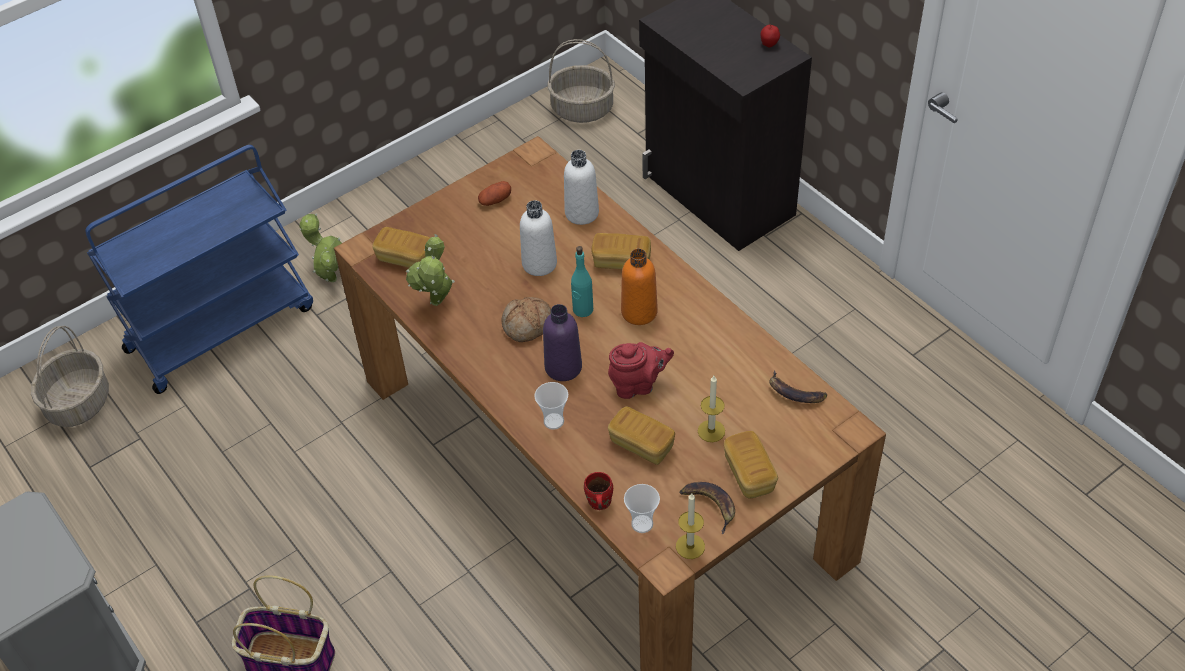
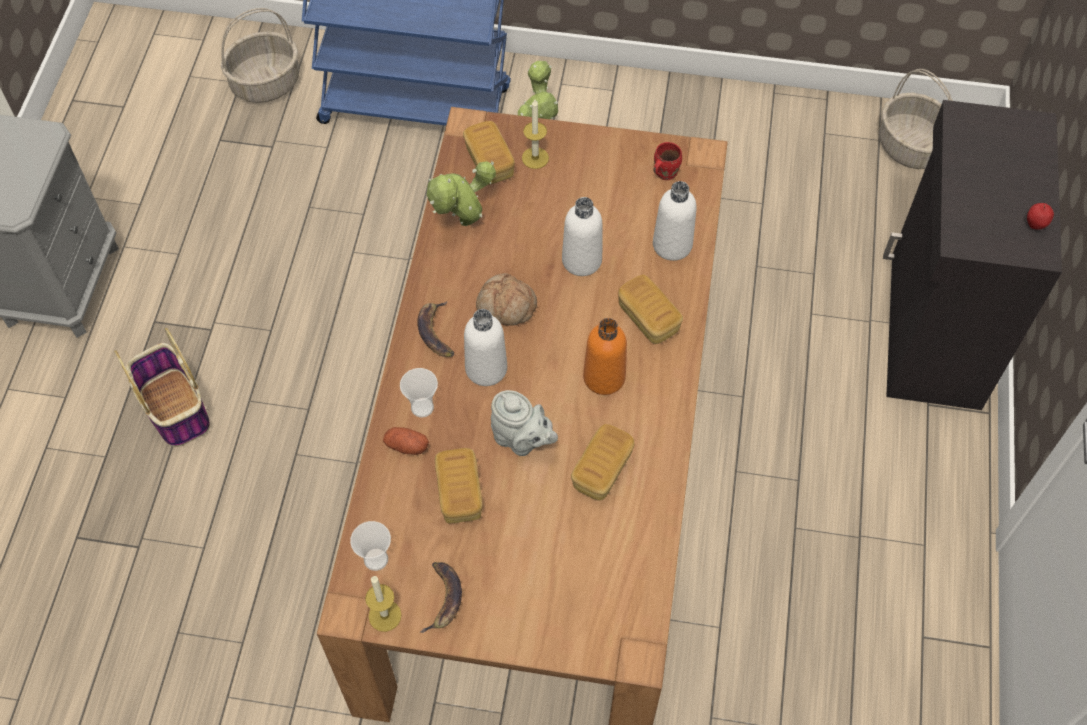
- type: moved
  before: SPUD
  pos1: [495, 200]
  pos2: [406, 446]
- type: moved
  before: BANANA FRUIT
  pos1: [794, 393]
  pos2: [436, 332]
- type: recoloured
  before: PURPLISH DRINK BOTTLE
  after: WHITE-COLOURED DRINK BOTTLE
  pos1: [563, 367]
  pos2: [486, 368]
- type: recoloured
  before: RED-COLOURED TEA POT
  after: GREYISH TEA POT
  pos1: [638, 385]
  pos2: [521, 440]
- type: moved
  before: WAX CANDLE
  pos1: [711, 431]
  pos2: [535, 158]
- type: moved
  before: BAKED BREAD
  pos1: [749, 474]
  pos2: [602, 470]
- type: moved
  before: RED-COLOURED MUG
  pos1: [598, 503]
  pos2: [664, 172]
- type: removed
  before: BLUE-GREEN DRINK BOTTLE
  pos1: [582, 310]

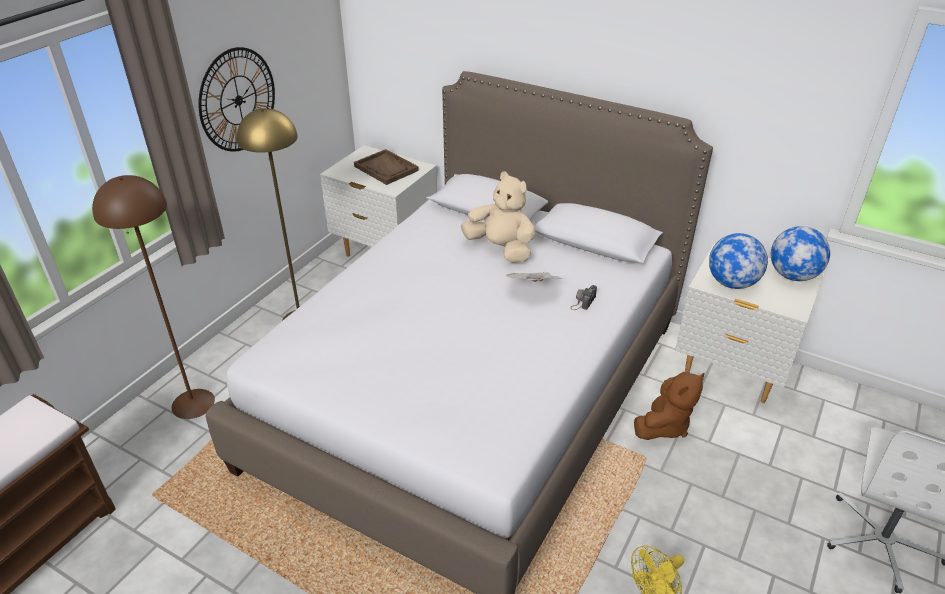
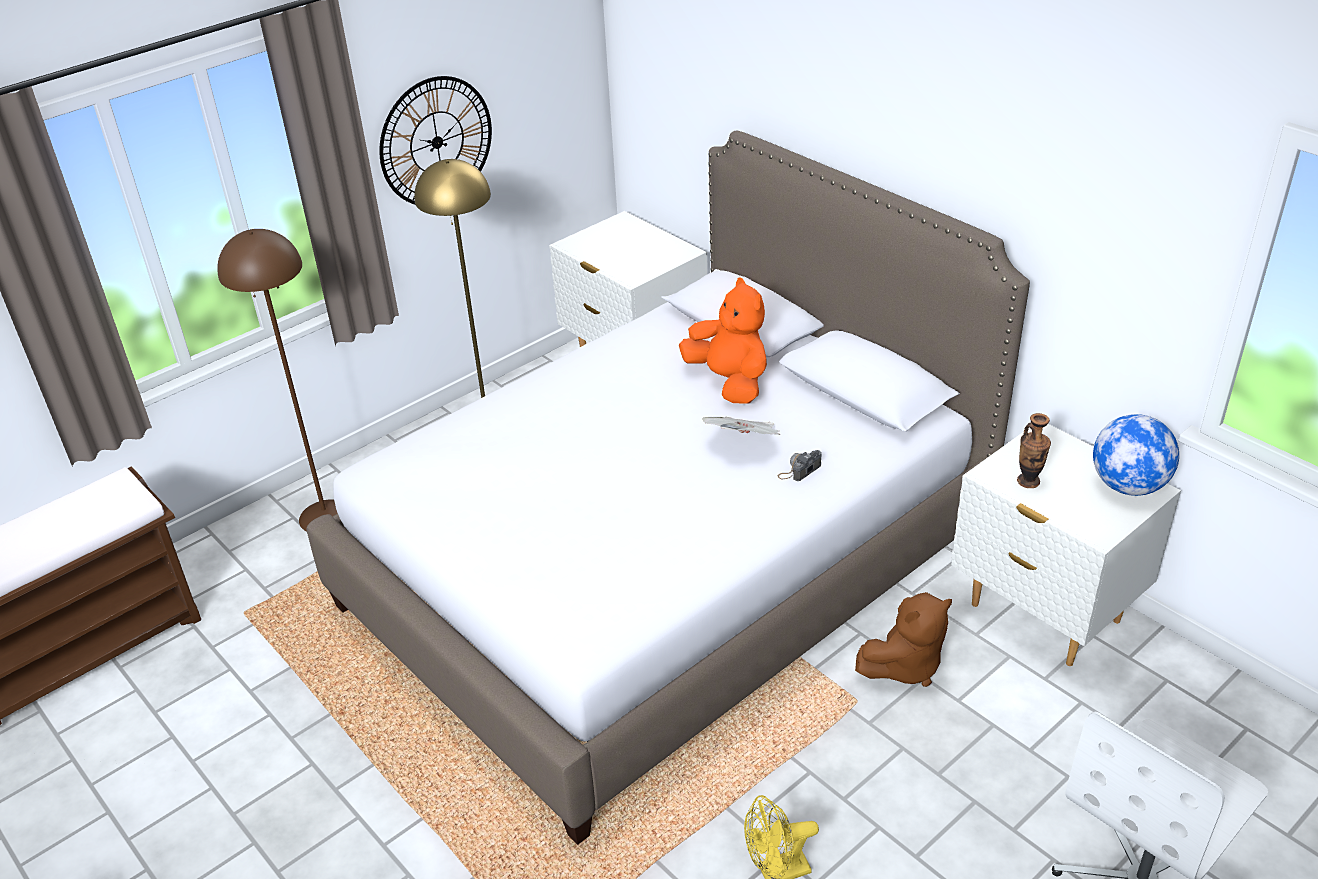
- type: recoloured
  before: BEIGE-COLOURED CUDDLY TOY
  after: ORANGE CUDDLY TOY
  pos1: [501, 249]
  pos2: [729, 382]
- type: replaced
  before: WORLD GLOBE
  after: DECORATIVE VASE
  pos1: [732, 283]
  pos2: [1028, 481]
- type: removed
  before: BROWN SERVING TRAY
  pos1: [386, 168]

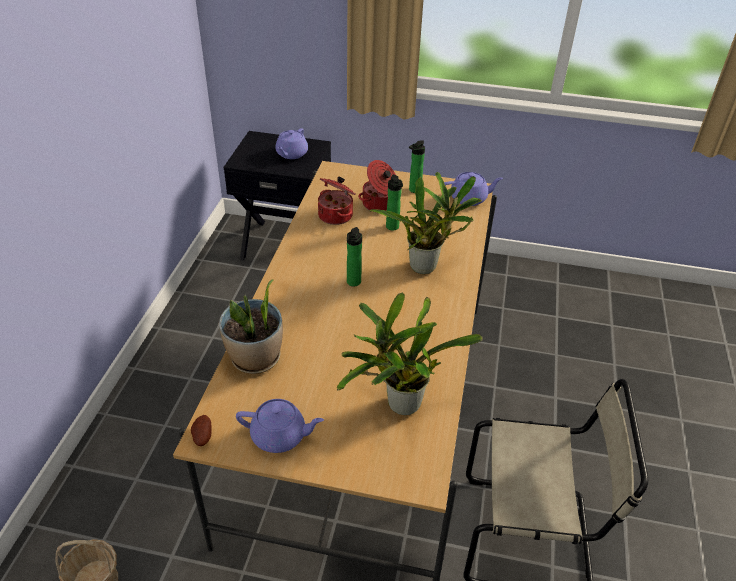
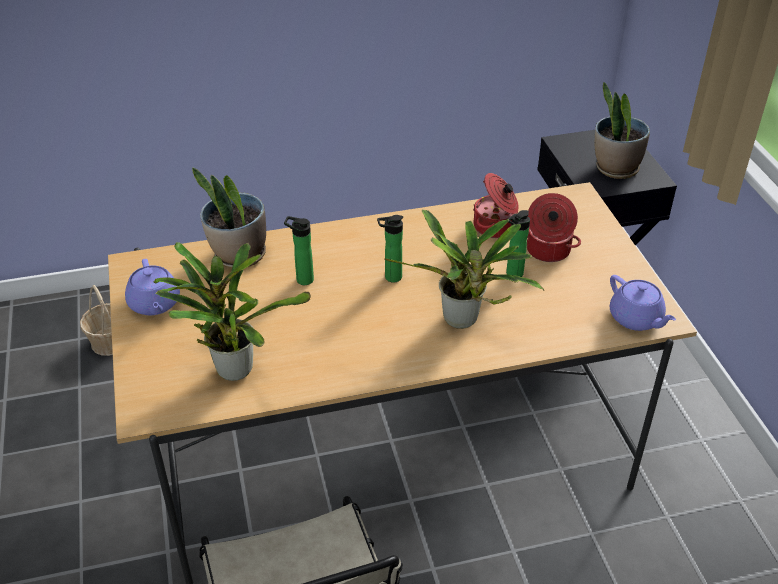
- type: moved
  before: DRINK BOTTLE
  pos1: [413, 190]
  pos2: [302, 279]
- type: replaced
  before: PURPLISH TEA POT
  after: HOUSEPLANT
  pos1: [291, 154]
  pos2: [615, 168]
- type: removed
  before: SPUD
  pos1: [202, 436]

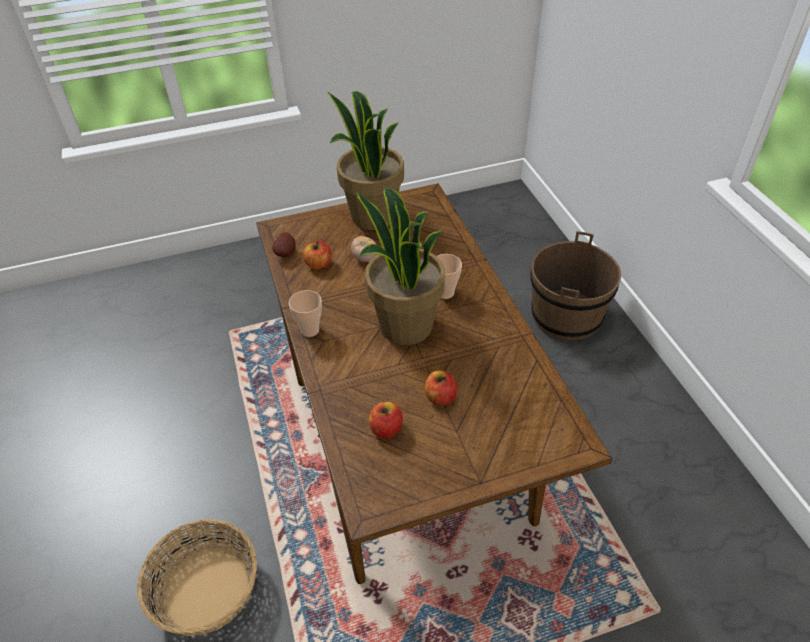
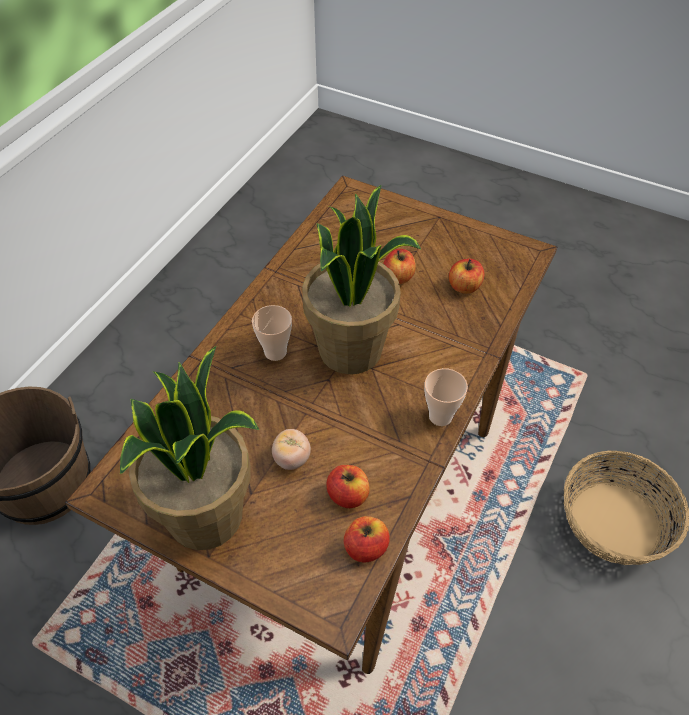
- type: replaced
  before: SPUD
  after: APPLE
  pos1: [287, 253]
  pos2: [365, 547]

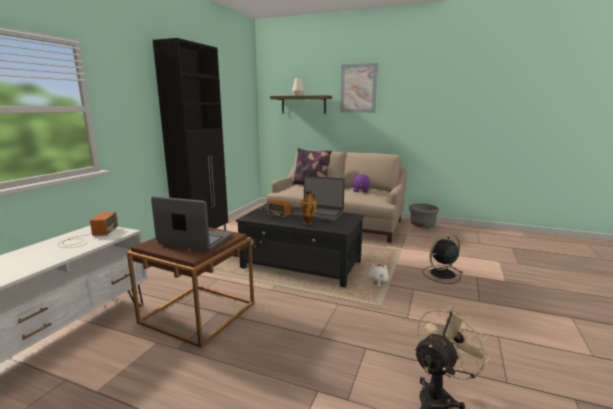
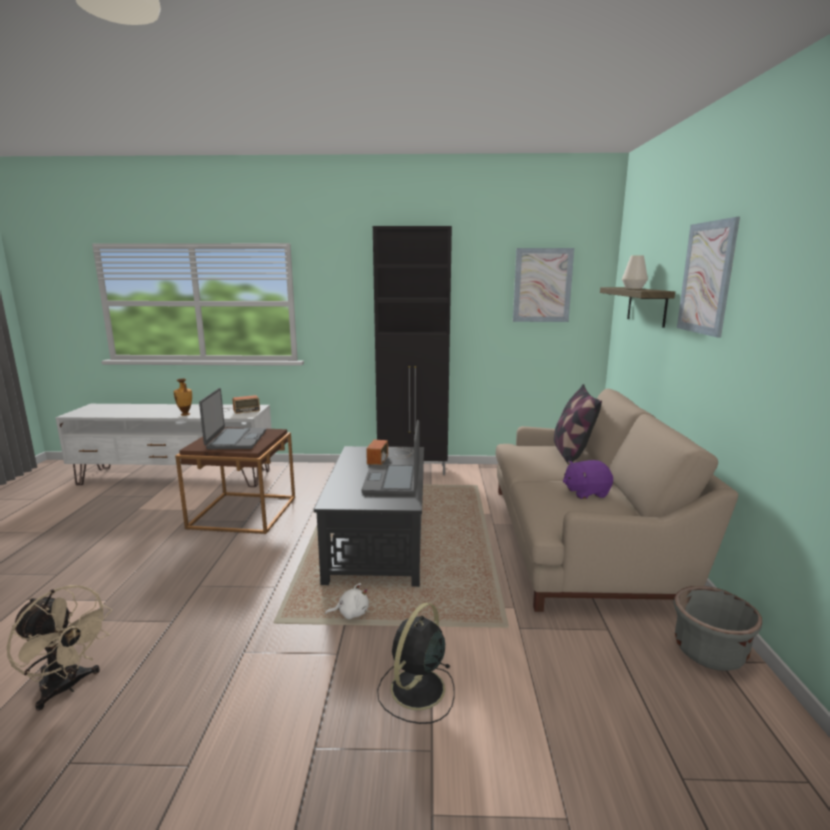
- type: moved
  before: DECORATIVE VASE
  pos1: [308, 223]
  pos2: [185, 414]
- type: turned
  before: BLACKISH FAN
  pos1: [441, 274]
  pos2: [416, 690]
  turn: -105
- type: added
  after: WALL PICTURE
  pos2: [542, 285]

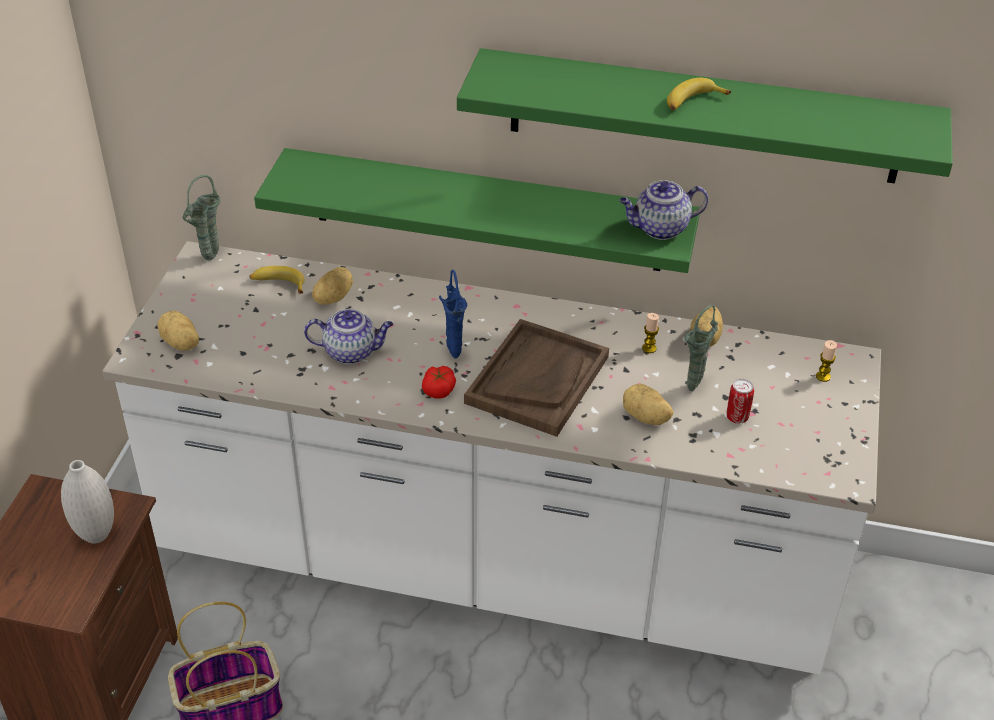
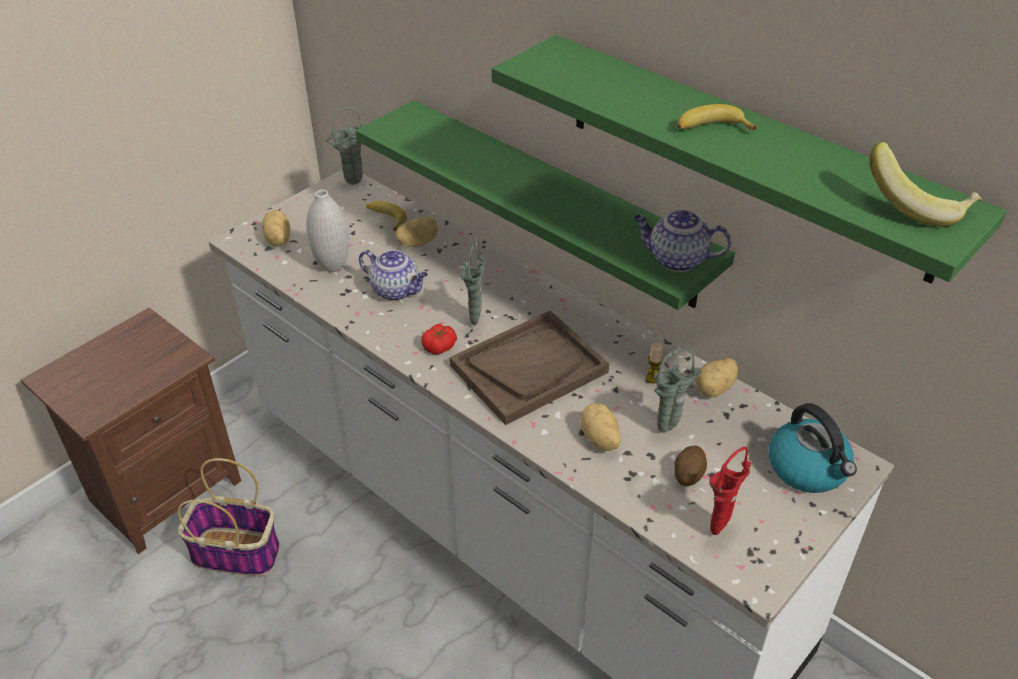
- type: moved
  before: WHITE-COLOURED DECORATIVE VASE
  pos1: [96, 535]
  pos2: [333, 266]
- type: recoloured
  before: BLUISH DECORATIVE VASE
  after: GREEN DECORATIVE VASE
  pos1: [452, 353]
  pos2: [476, 320]
- type: replaced
  before: METAL CAN
  after: SPUD
  pos1: [737, 417]
  pos2: [688, 474]
- type: added
  after: RED-COLOURED DECORATIVE VASE
  pos2: [719, 528]
- type: replaced
  before: WAX CANDLE
  after: KETTLE
  pos1: [823, 376]
  pos2: [808, 468]
- type: added
  after: BANANA FRUIT
  pos2: [917, 206]

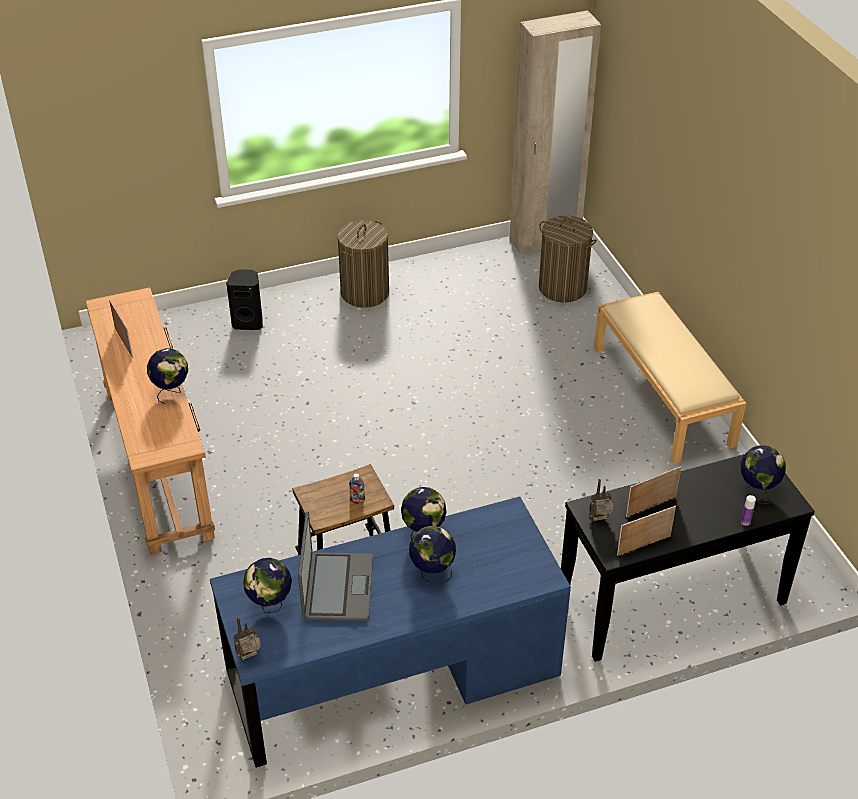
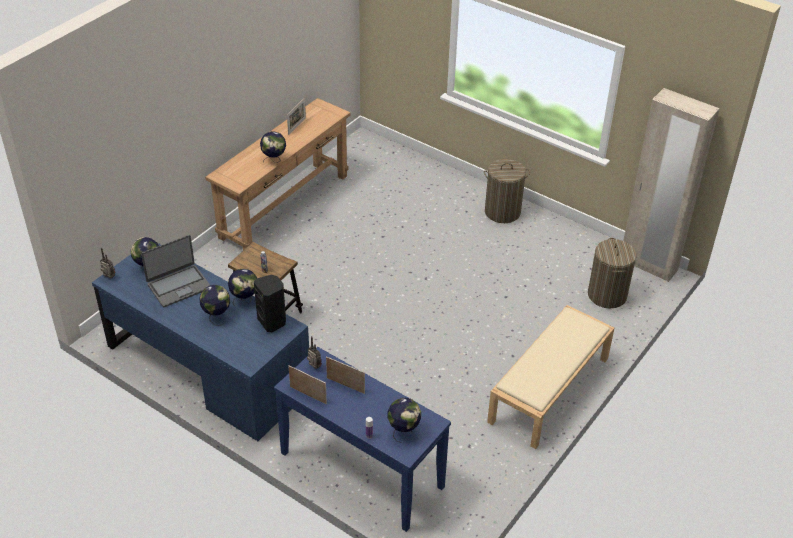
- type: moved
  before: BLACKISH LOUDSPEAKER
  pos1: [248, 322]
  pos2: [272, 321]
- type: recoloured
  before: BLACKISH HALL TABLE
  after: BLUISH HALL TABLE
  pos1: [672, 600]
  pos2: [361, 470]

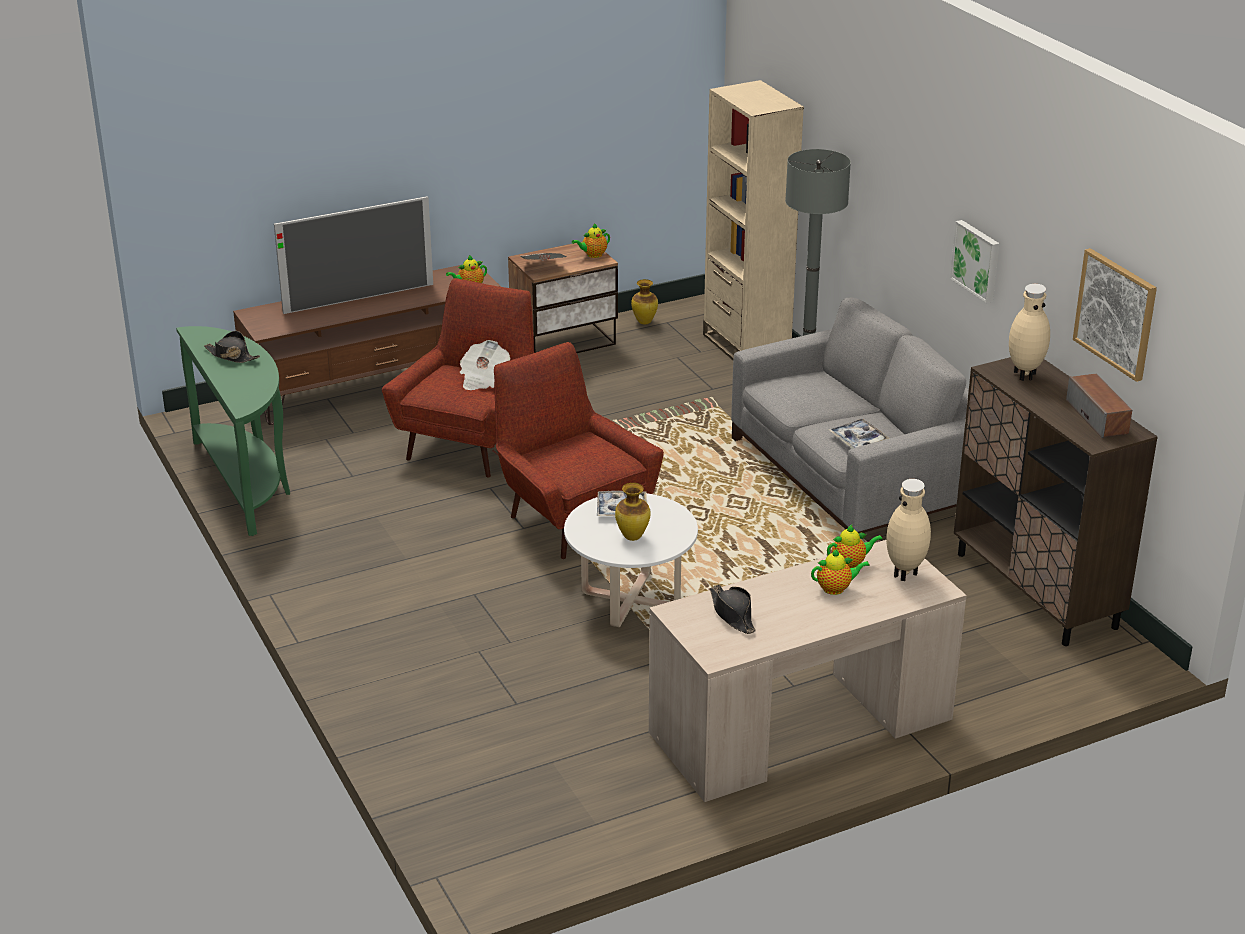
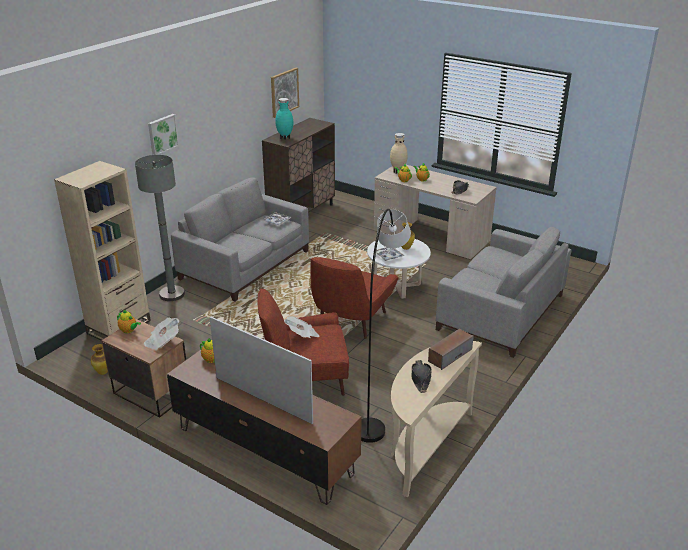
- type: moved
  before: WALL PICTURE
  pos1: [977, 260]
  pos2: [162, 134]
- type: recoloured
  before: BEIGE-COLOURED DECORATIVE VASE
  after: BLUE-GREEN DECORATIVE VASE
  pos1: [1024, 375]
  pos2: [285, 138]
- type: added
  after: GREYISH STANDING LAMP
  pos2: [380, 394]
- type: recoloured
  before: GREEN HALL TABLE
  after: BEIGE-COLOURED HALL TABLE
  pos1: [247, 482]
  pos2: [424, 446]
- type: moved
  before: LOUDSPEAKER
  pos1: [1097, 417]
  pos2: [449, 355]
- type: added
  after: GREYISH COUCH
  pos2: [500, 312]

